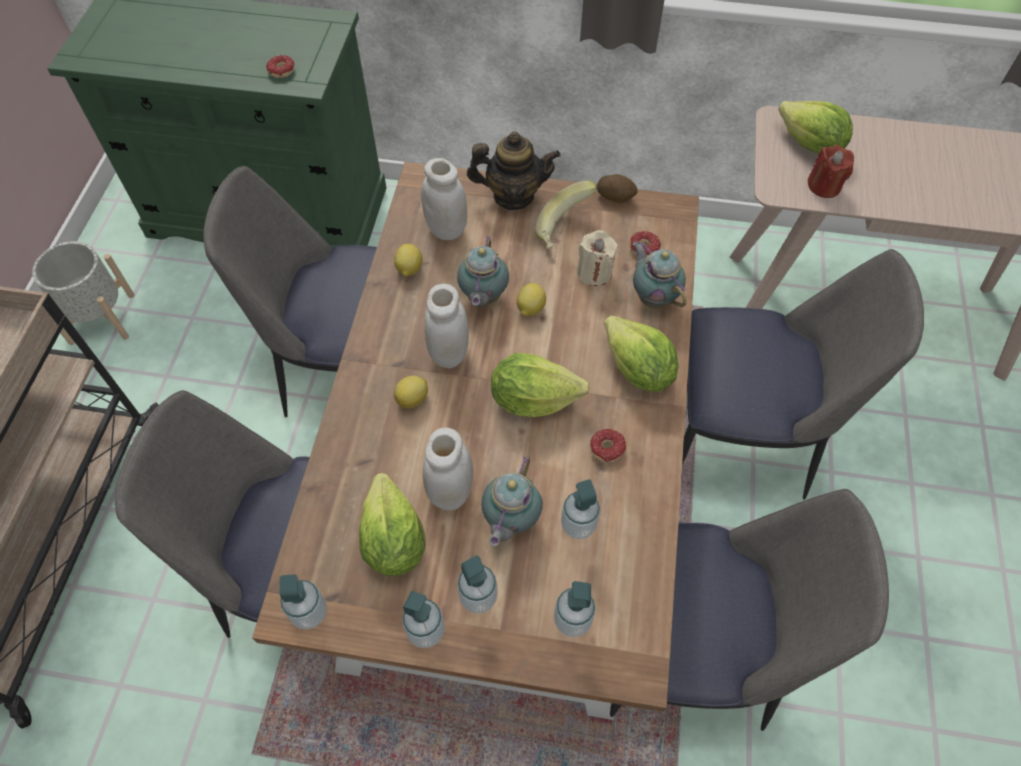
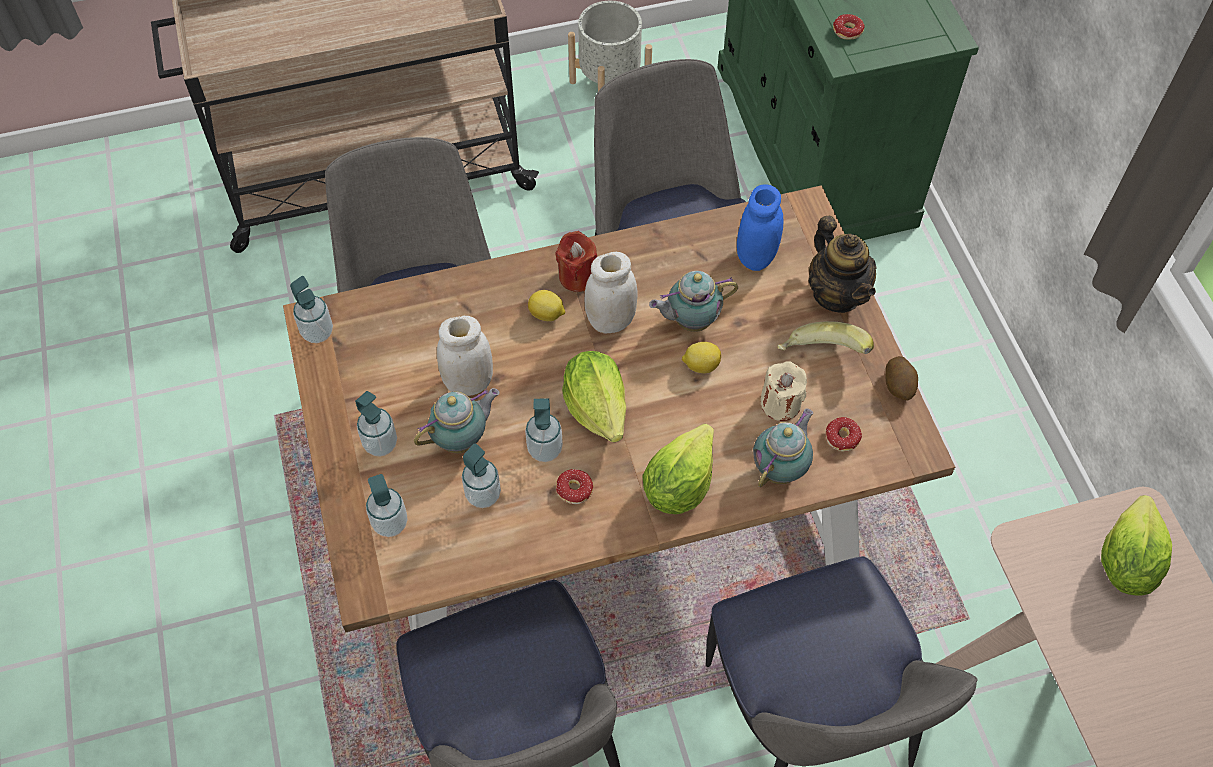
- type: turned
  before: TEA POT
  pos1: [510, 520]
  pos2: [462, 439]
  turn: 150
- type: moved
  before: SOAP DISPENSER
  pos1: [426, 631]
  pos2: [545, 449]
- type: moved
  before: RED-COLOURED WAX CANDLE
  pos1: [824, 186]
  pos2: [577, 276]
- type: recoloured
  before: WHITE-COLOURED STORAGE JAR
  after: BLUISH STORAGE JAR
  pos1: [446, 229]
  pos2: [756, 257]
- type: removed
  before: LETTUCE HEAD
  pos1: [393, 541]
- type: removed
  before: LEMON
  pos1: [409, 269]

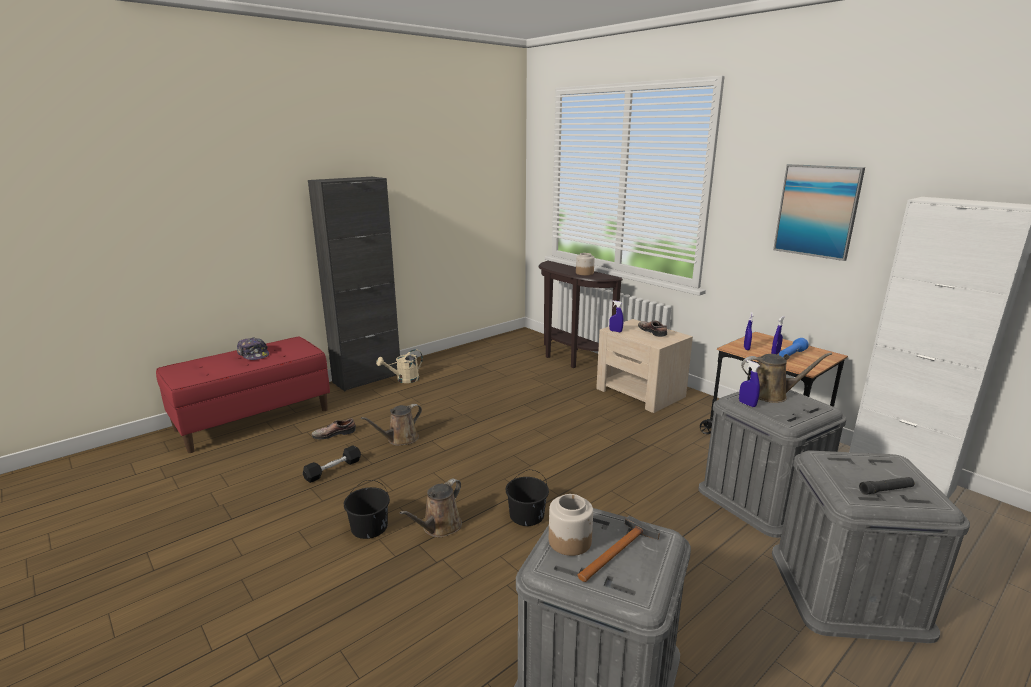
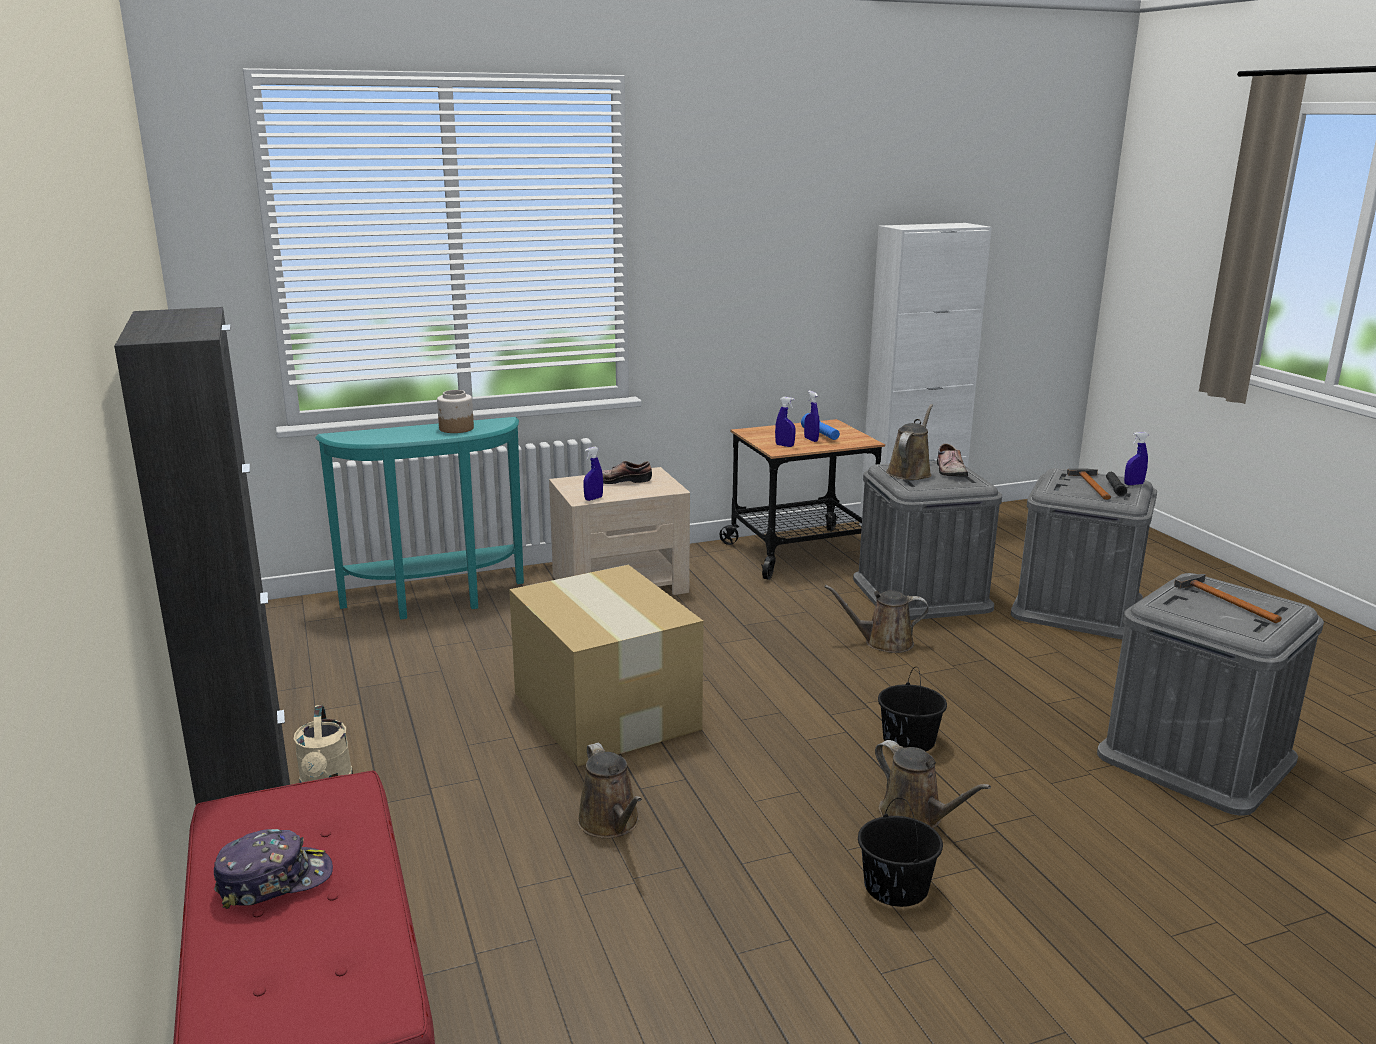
- type: recoloured
  before: BROWN HALL TABLE
  after: BLUE-GREEN HALL TABLE
  pos1: [569, 359]
  pos2: [437, 602]
- type: added
  after: PACKING BOX
  pos2: [605, 712]
- type: added
  after: BROWN WATERING CAN
  pos2: [883, 642]
- type: moved
  before: ITEM OF FOOTWEAR
  pos1: [334, 433]
  pos2: [949, 470]
- type: added
  after: HAND HAMMER
  pos2: [1092, 485]
- type: moved
  before: BLUISH SPRAYER
  pos1: [747, 404]
  pos2: [1133, 484]
- type: removed
  before: BLACKISH HAND WEIGHT
  pos1: [333, 470]
- type: removed
  before: STORAGE JAR
  pos1: [569, 541]
- type: removed
  before: WALL PICTURE
  pos1: [817, 211]

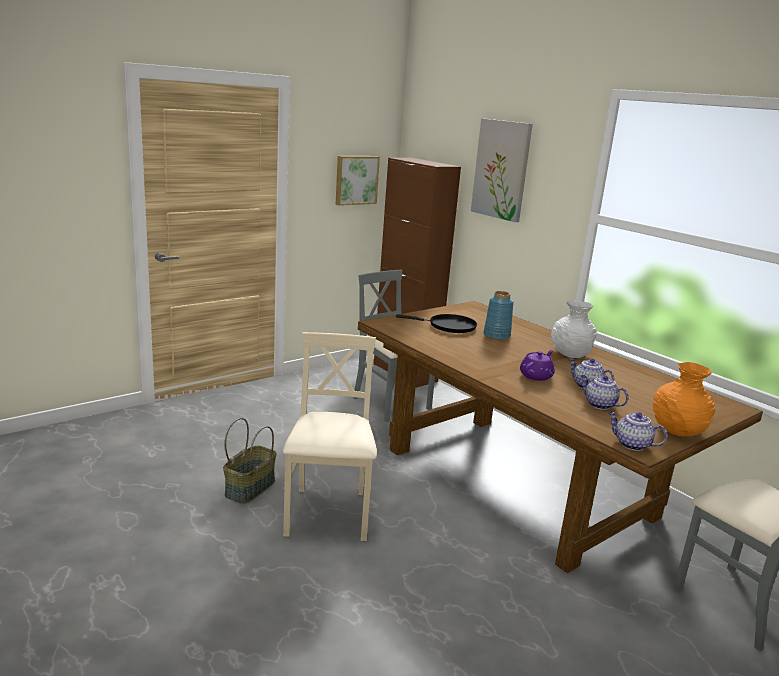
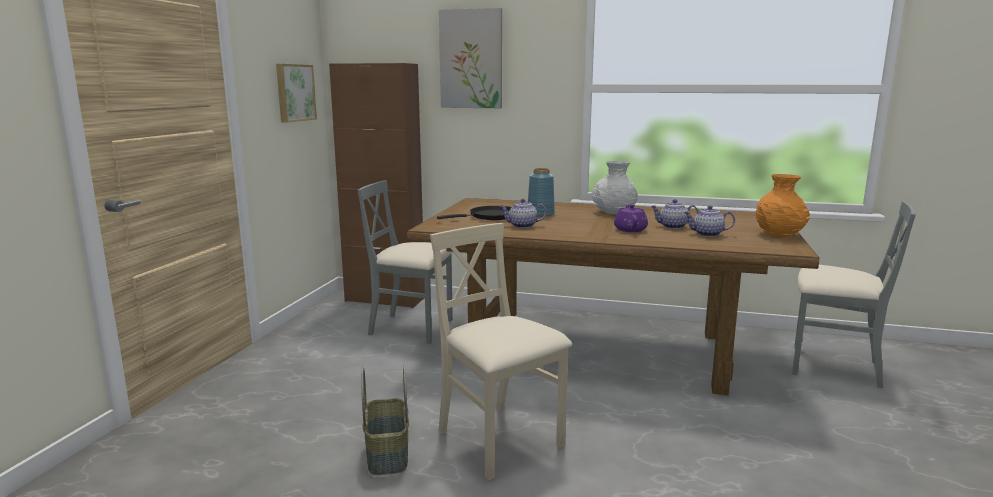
- type: moved
  before: TEA POT
  pos1: [631, 444]
  pos2: [522, 226]

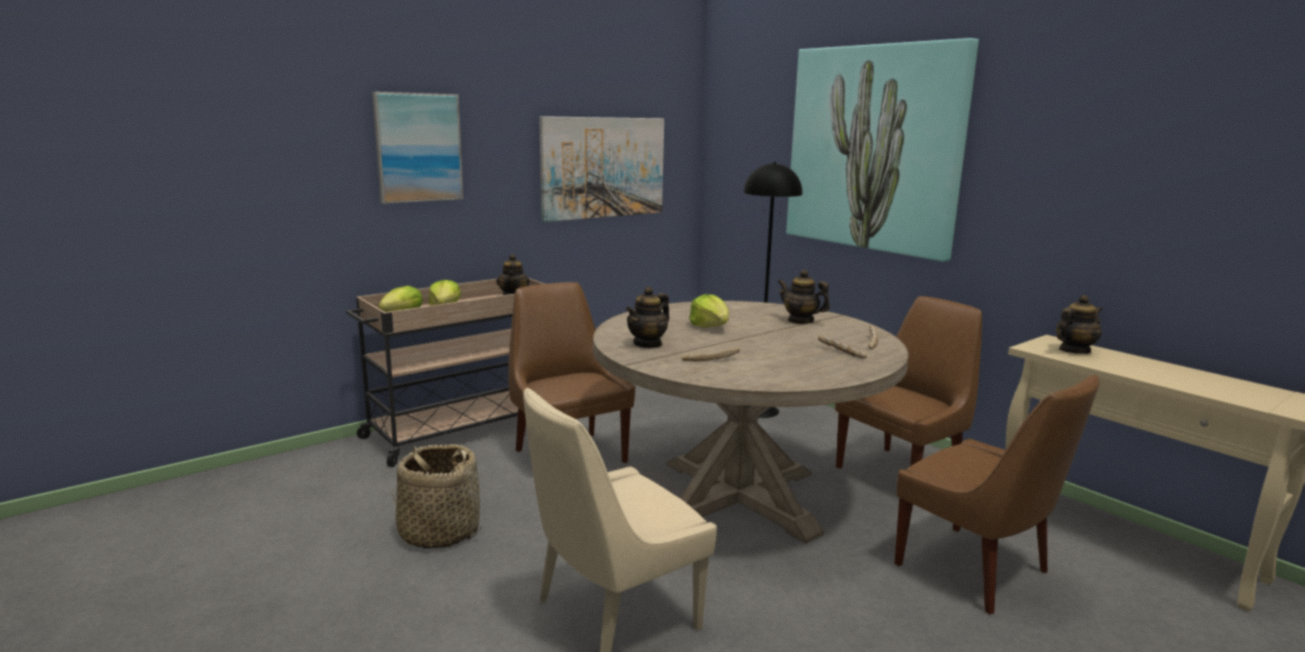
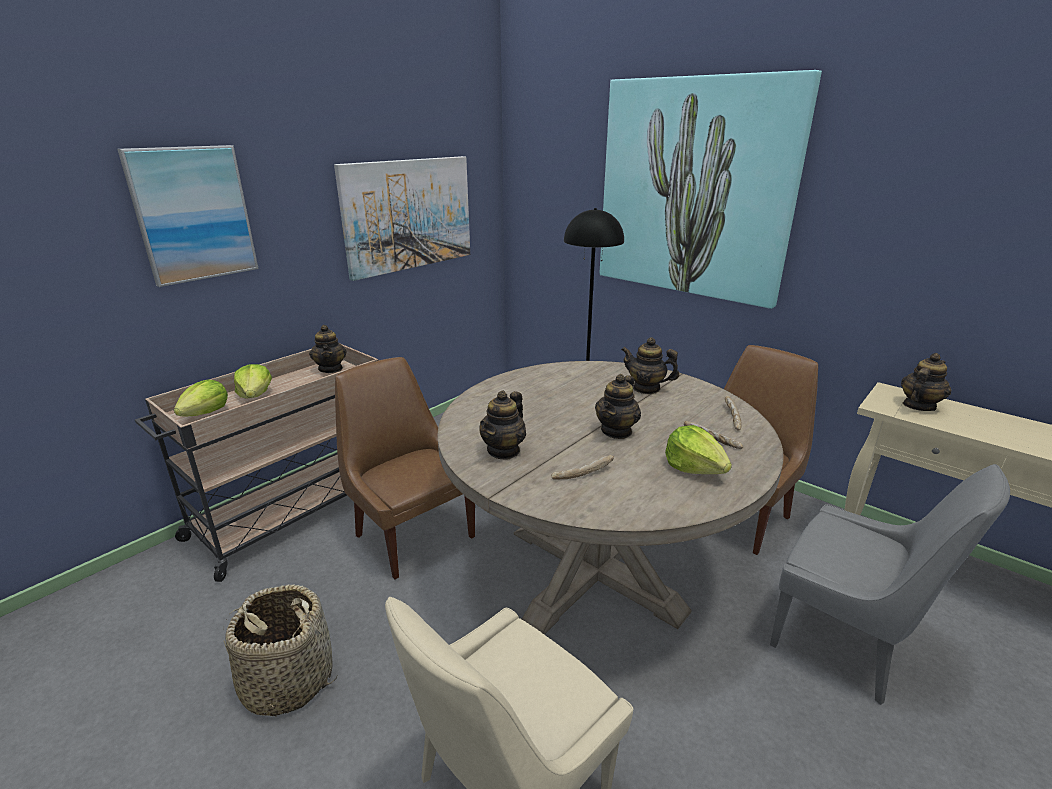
- type: added
  after: TEA POT
  pos2: [616, 431]
- type: moved
  before: LETTUCE HEAD
  pos1: [710, 327]
  pos2: [694, 467]
- type: recoloured
  before: BROWN PLAIN CHAIR
  after: GREYISH PLAIN CHAIR
  pos1: [976, 571]
  pos2: [846, 641]

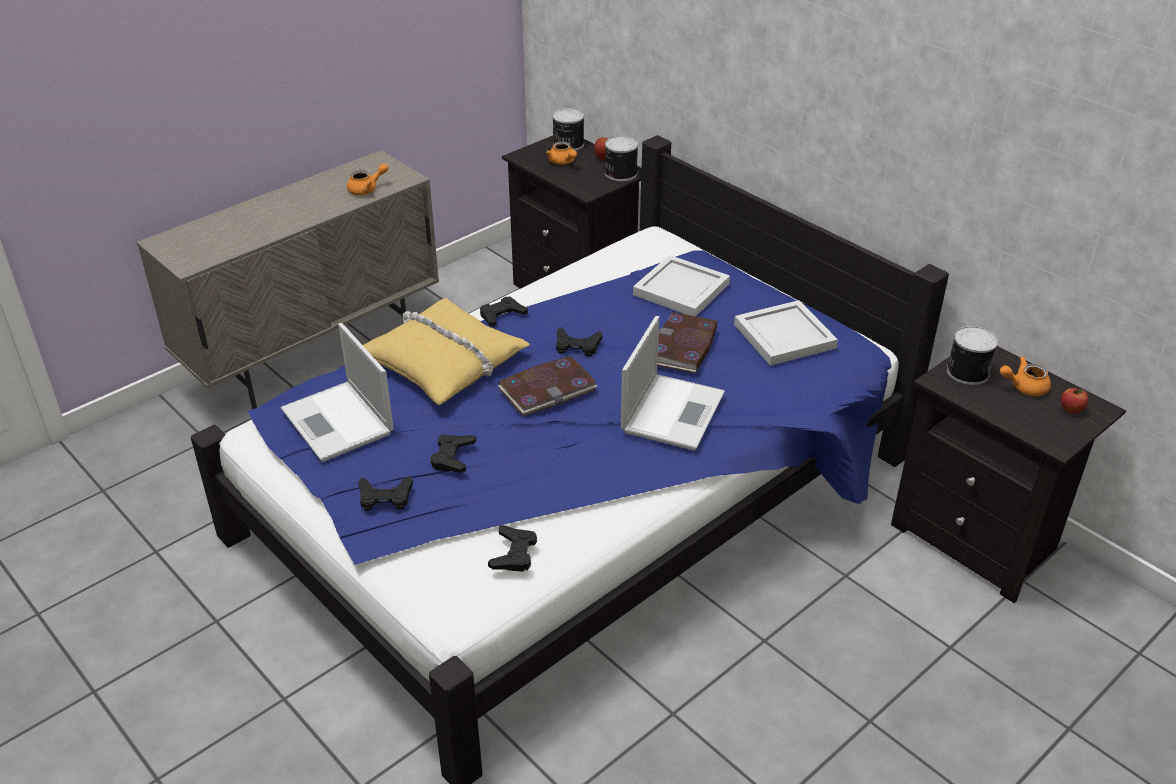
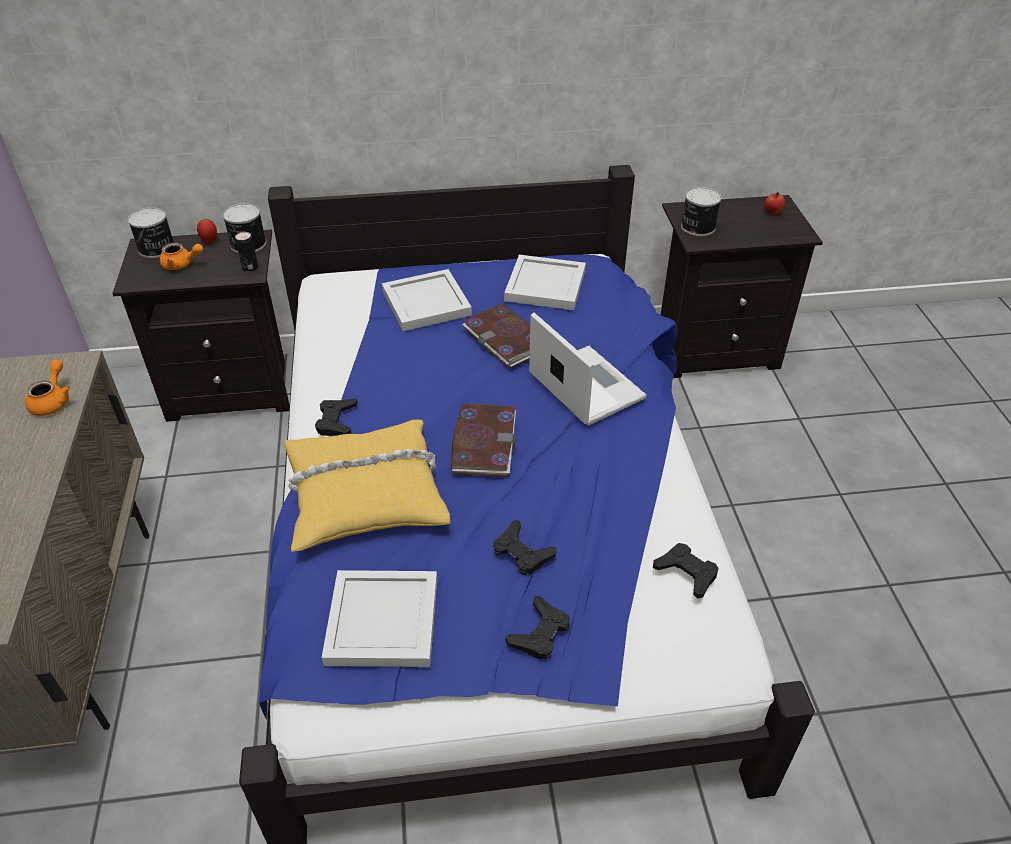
- type: added
  after: METAL CAN
  pos2: [250, 267]
- type: replaced
  before: PORTABLE COMPUTER
  after: WHITE-COLOURED SERVING TRAY
  pos1: [338, 422]
  pos2: [384, 619]
- type: removed
  before: BLACKISH JOYPAD
  pos1: [577, 346]
- type: removed
  before: ORANGE TEA POT
  pos1: [1024, 387]

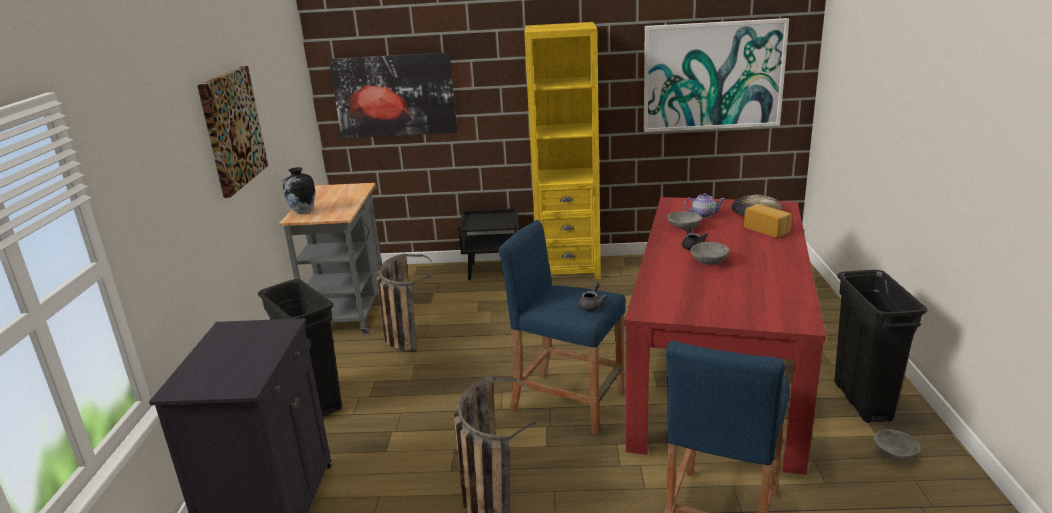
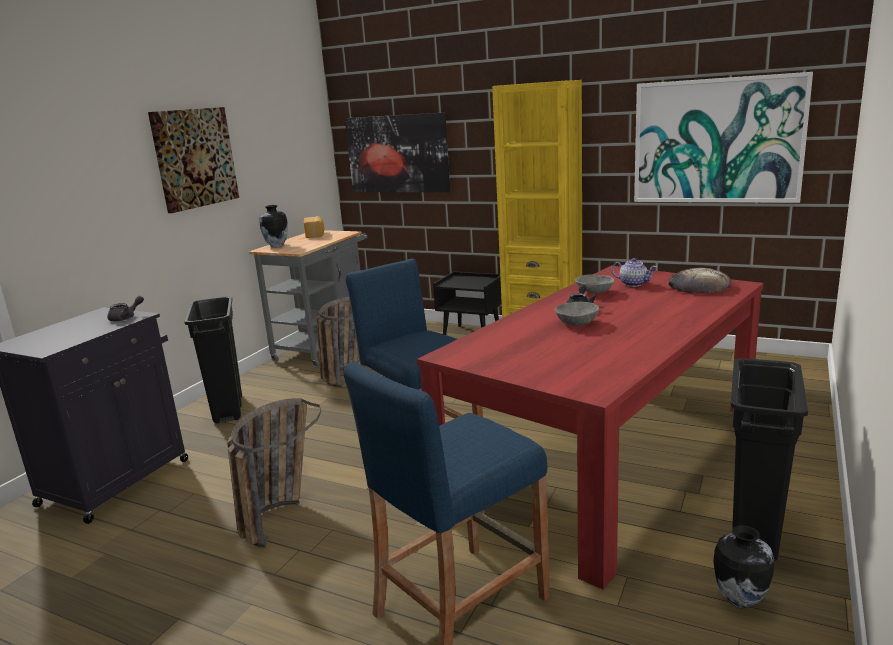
- type: moved
  before: GREYISH TEA POT
  pos1: [592, 305]
  pos2: [126, 318]
- type: moved
  before: BAKED BREAD
  pos1: [767, 229]
  pos2: [315, 234]
- type: replaced
  before: GREYISH DEEP DISH
  after: DECORATIVE VASE
  pos1: [894, 454]
  pos2: [739, 600]

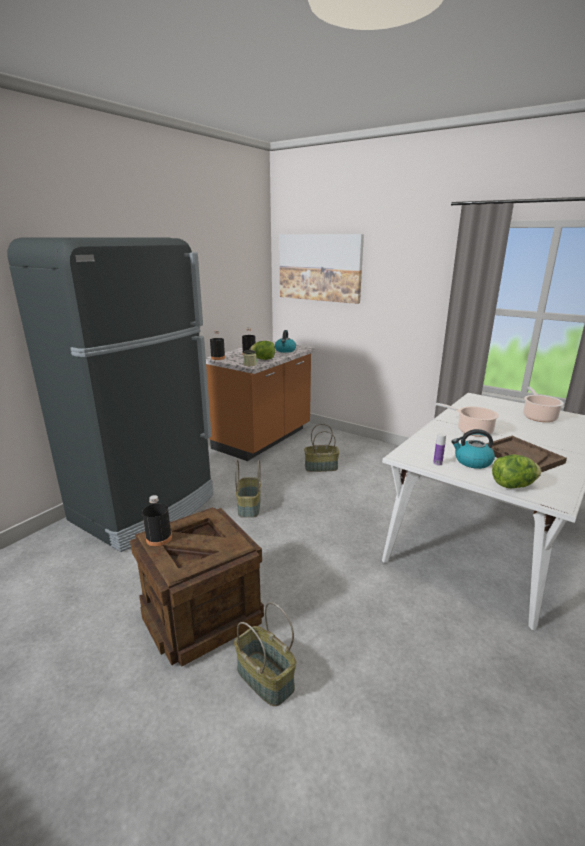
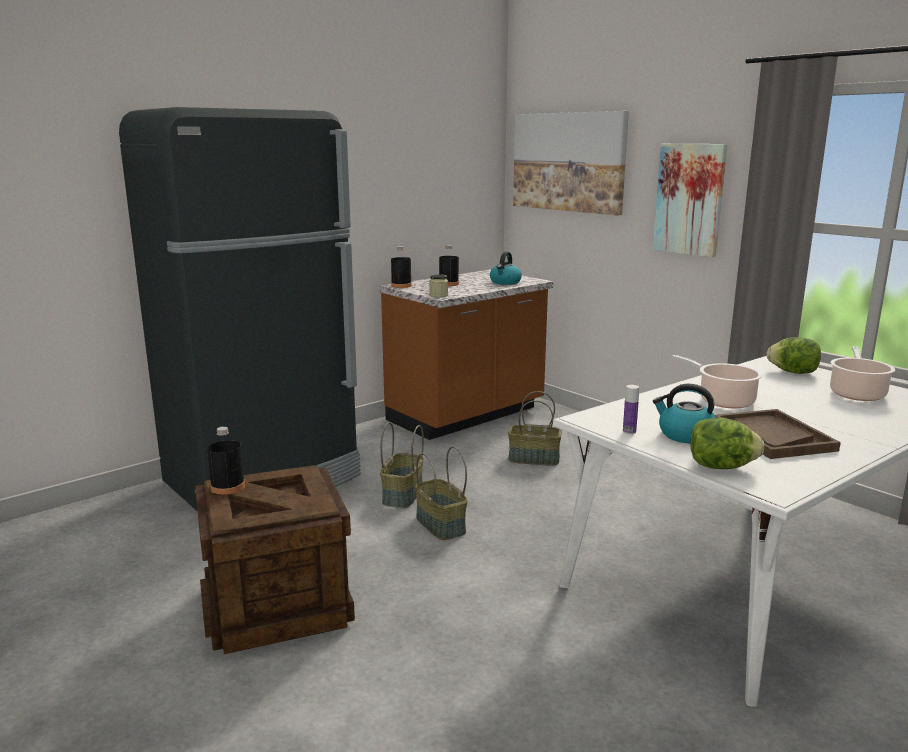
- type: moved
  before: HOUSEHOLD BASKET
  pos1: [264, 678]
  pos2: [439, 525]
- type: added
  after: WALL PICTURE
  pos2: [689, 199]
- type: moved
  before: LETTUCE HEAD
  pos1: [263, 359]
  pos2: [793, 372]

